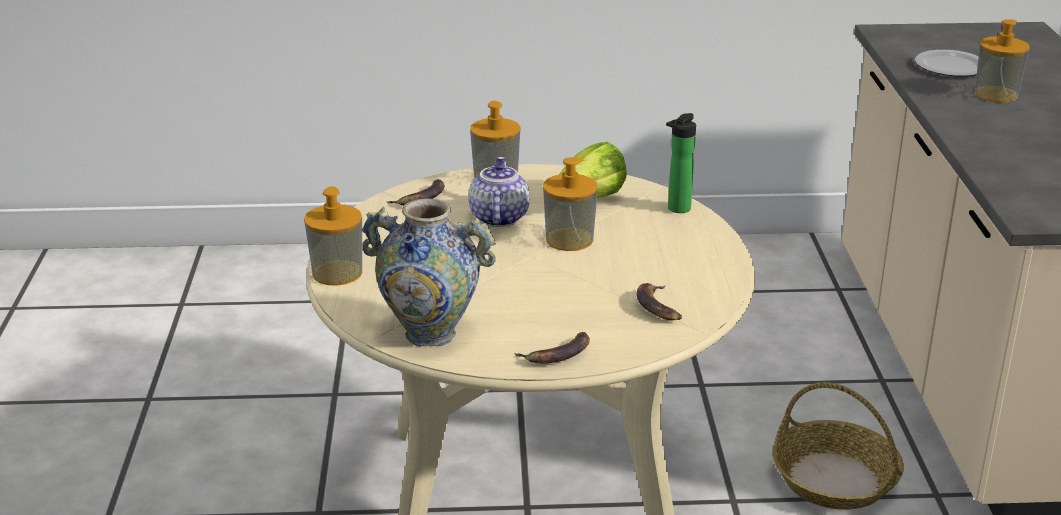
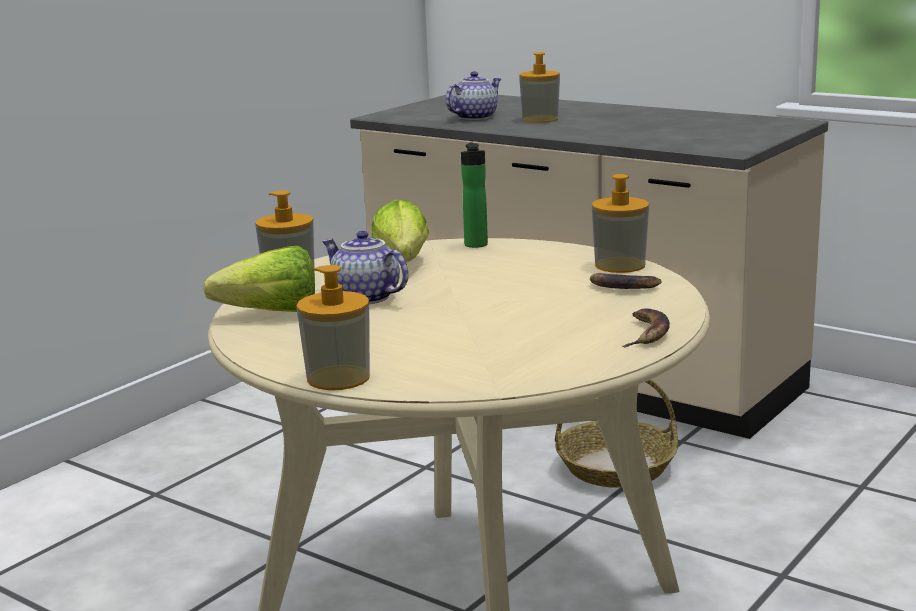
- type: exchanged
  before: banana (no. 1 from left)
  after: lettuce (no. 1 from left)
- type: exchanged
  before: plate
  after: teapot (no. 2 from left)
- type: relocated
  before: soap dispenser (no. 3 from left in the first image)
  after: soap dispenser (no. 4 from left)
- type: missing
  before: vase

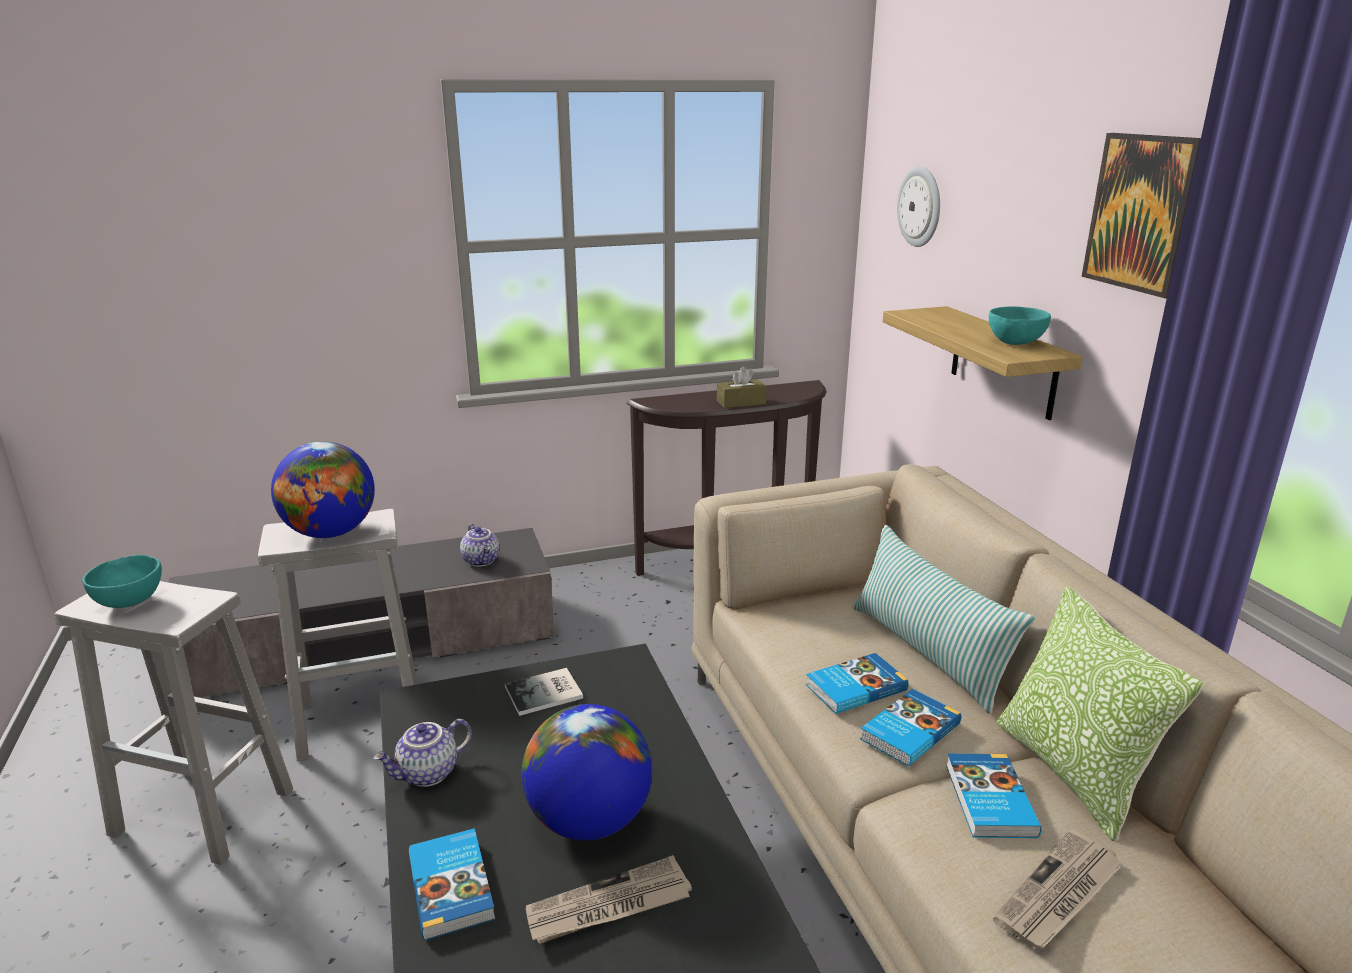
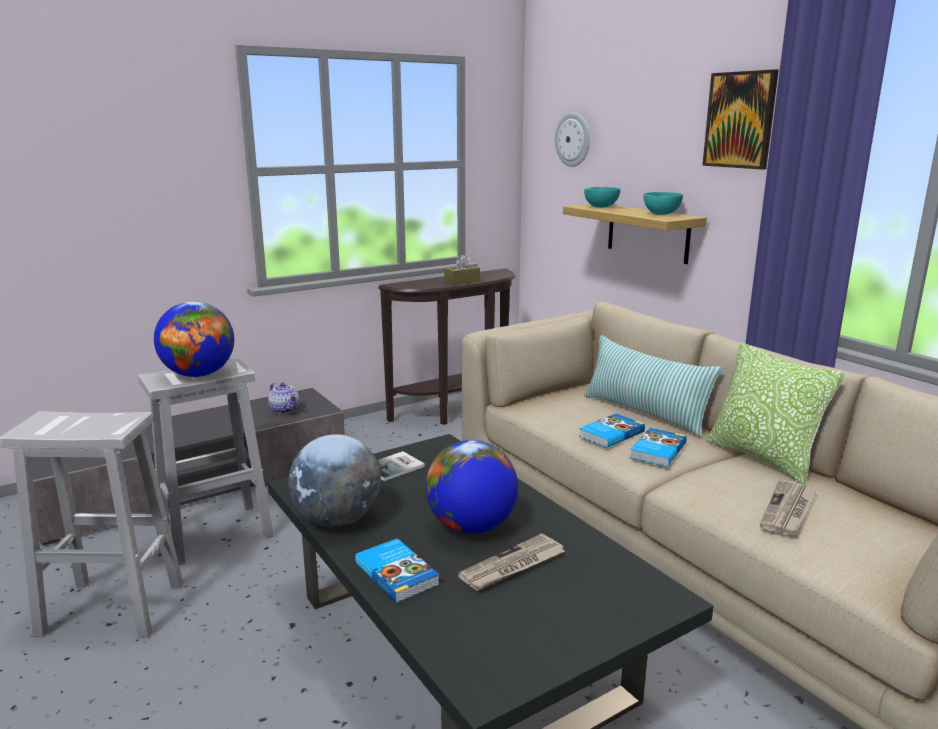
- type: exchanged
  before: teapot (no. 1 from left)
  after: globe (no. 2 from left)
- type: relocated
  before: bowl in turquoise (no. 1 from left)
- type: missing
  before: book (no. 5 from left)

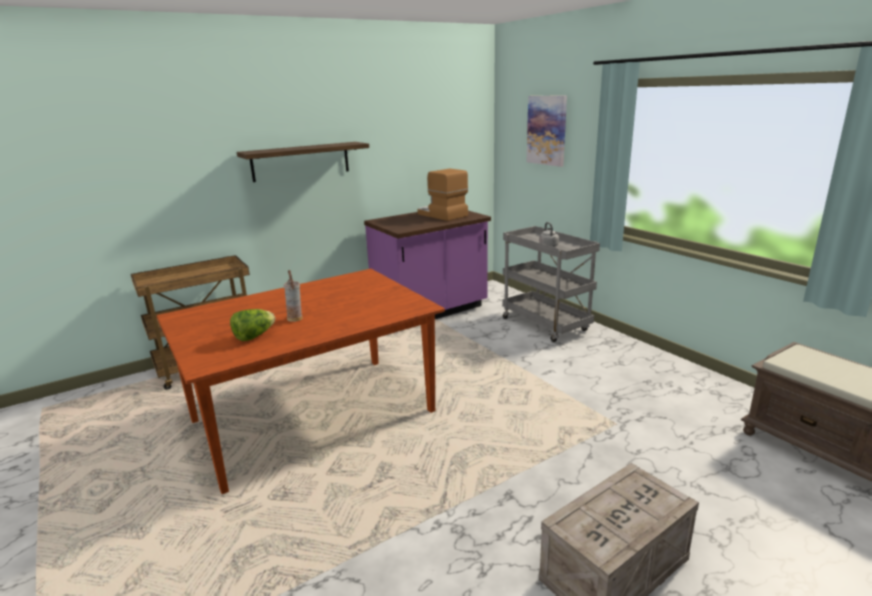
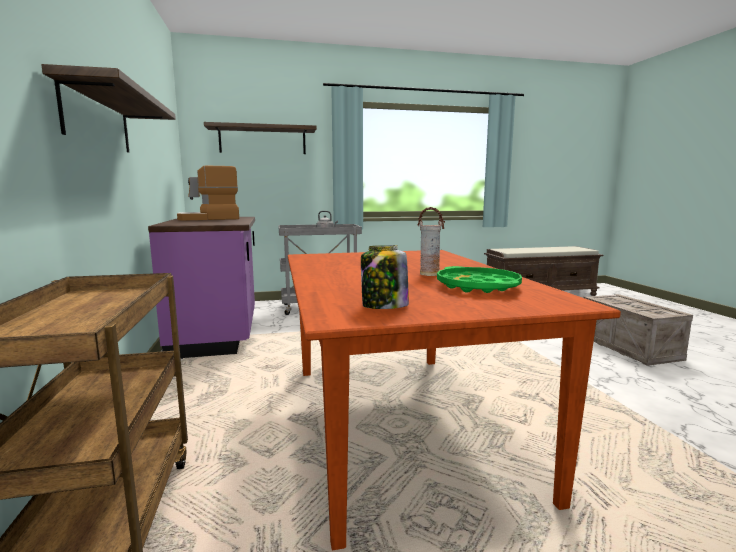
- type: exchanged
  before: picture
  after: shelf (no. 2 from left)
- type: appeared
  after: jar
- type: exchanged
  before: lettuce
  after: tray in green

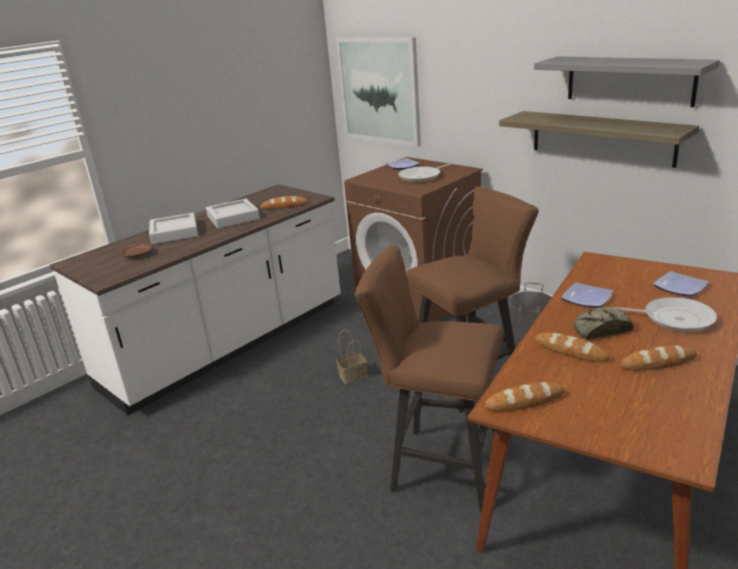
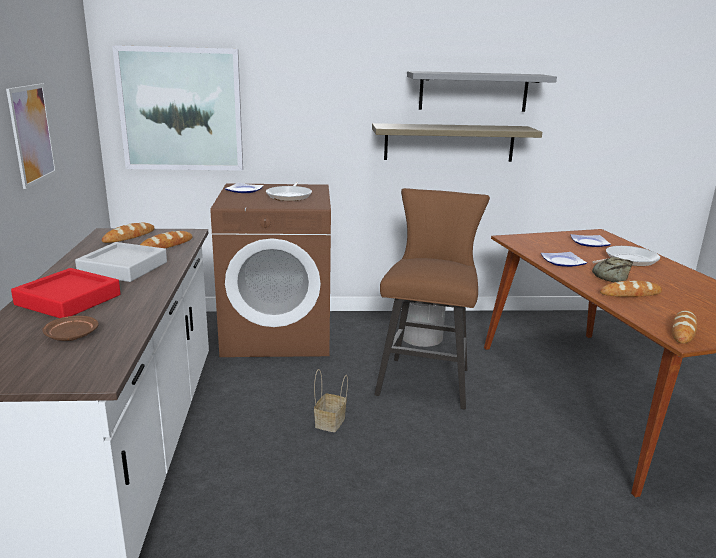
- type: appeared
  after: picture (no. 1 from left)
- type: colour
  before: tray in grey (no. 1 from left)
  after: tray in red
- type: relocated
  before: bread (no. 5 from left in the first image)
  after: bread (no. 1 from left)
- type: missing
  before: stool in brown (no. 1 from left)

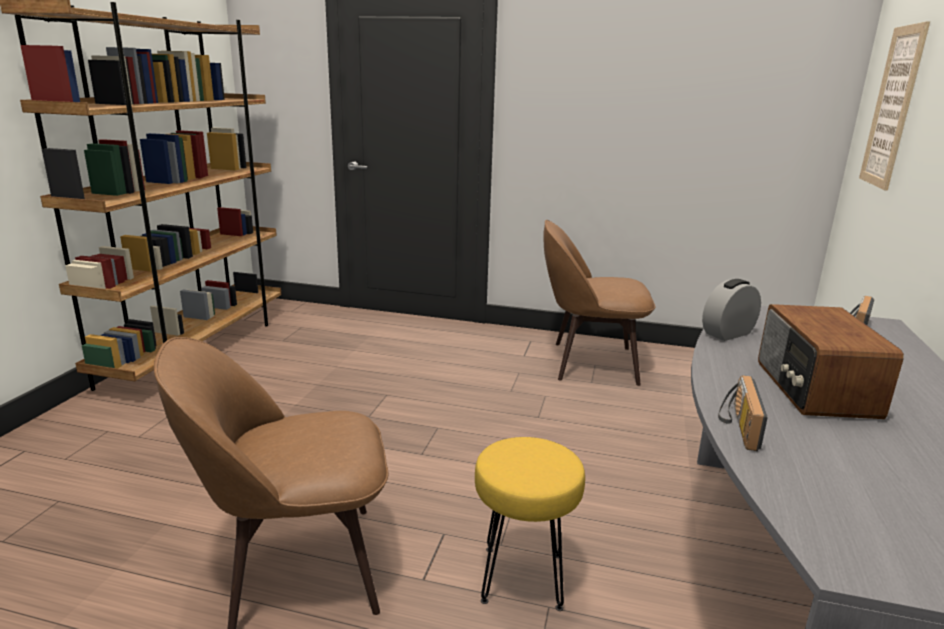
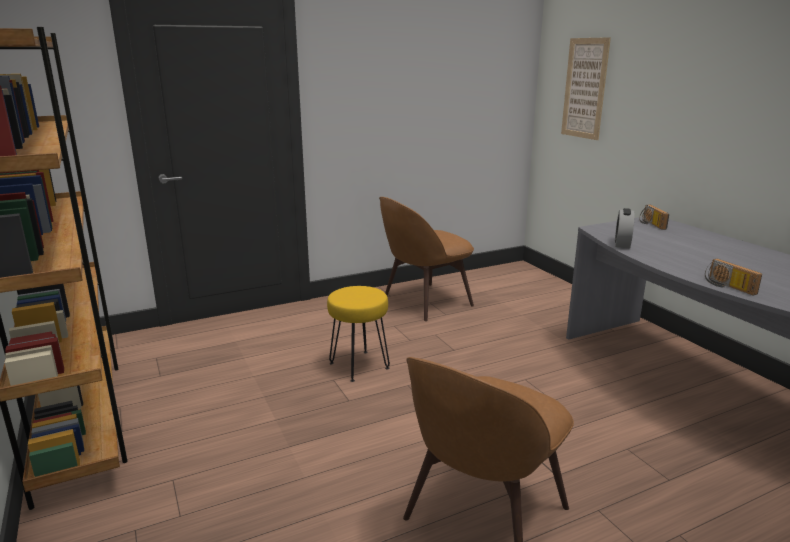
- type: relocated
  before: stool in yellow
- type: missing
  before: radio (no. 2 from left)

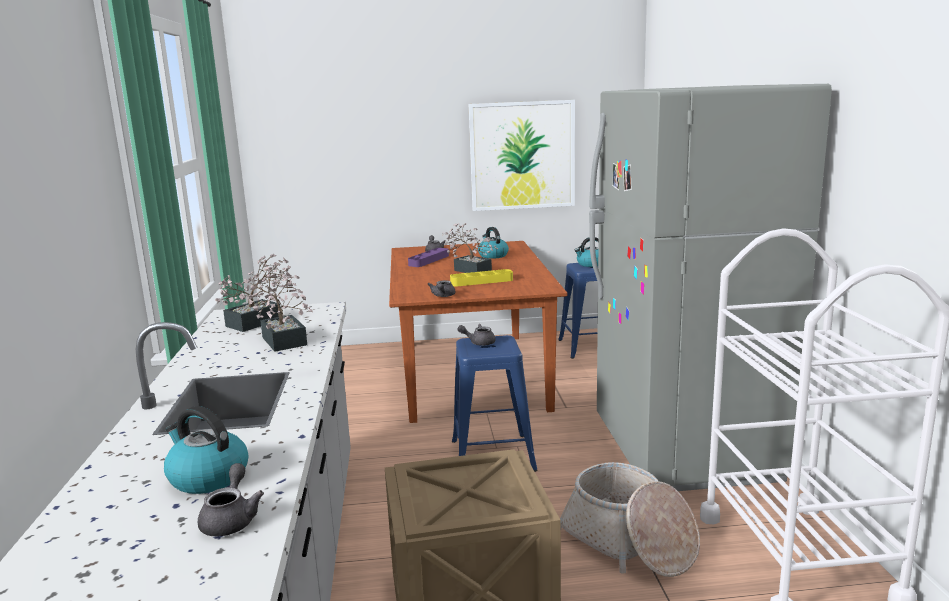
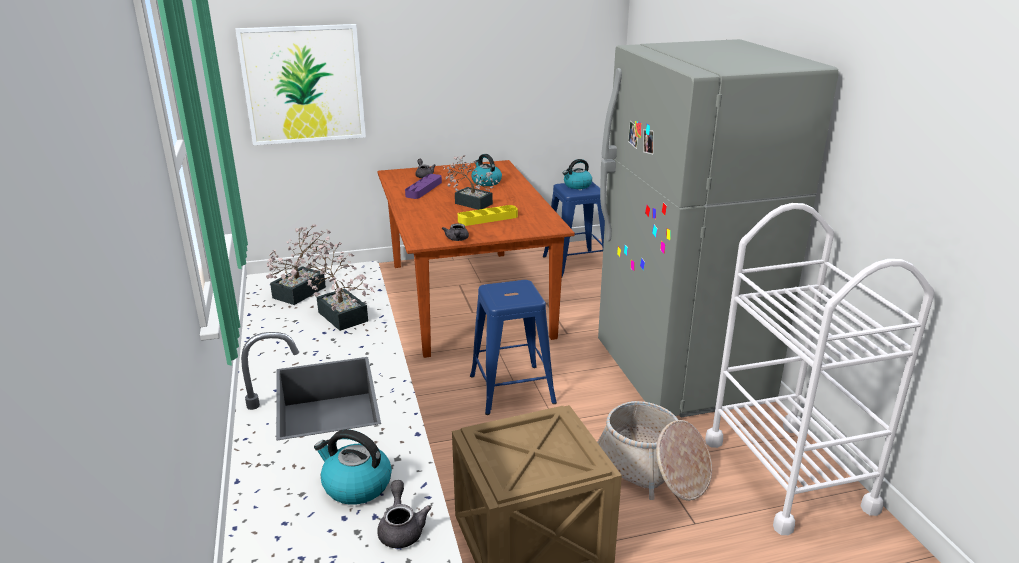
- type: relocated
  before: picture
- type: missing
  before: teapot in grey (no. 4 from left)

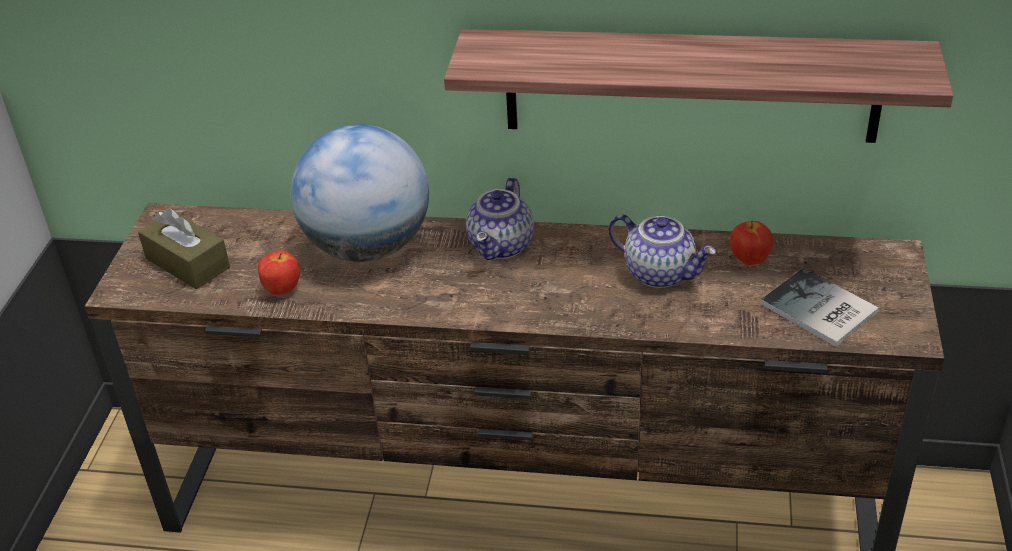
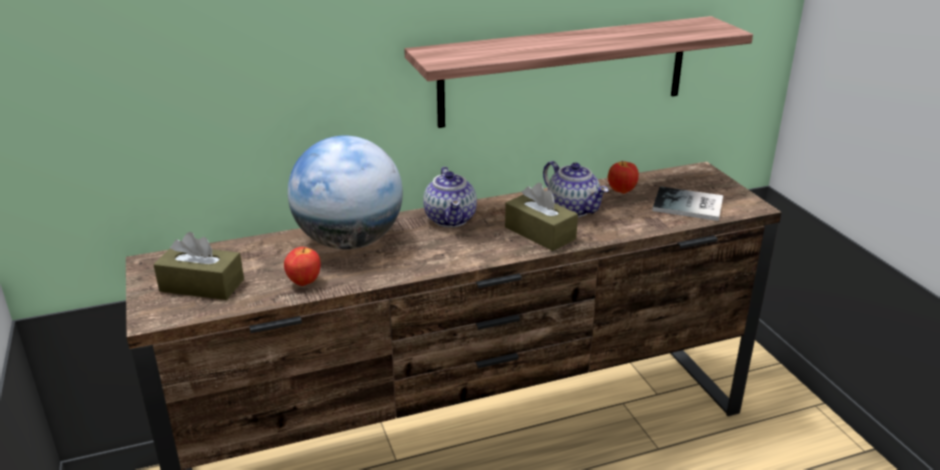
- type: appeared
  after: tissue box in brown (no. 2 from left)
- type: spun
  before: teapot (no. 2 from left)
  turn: 45

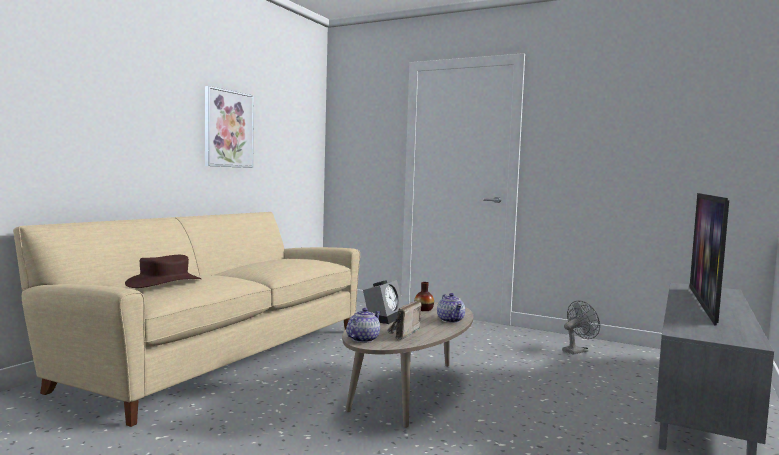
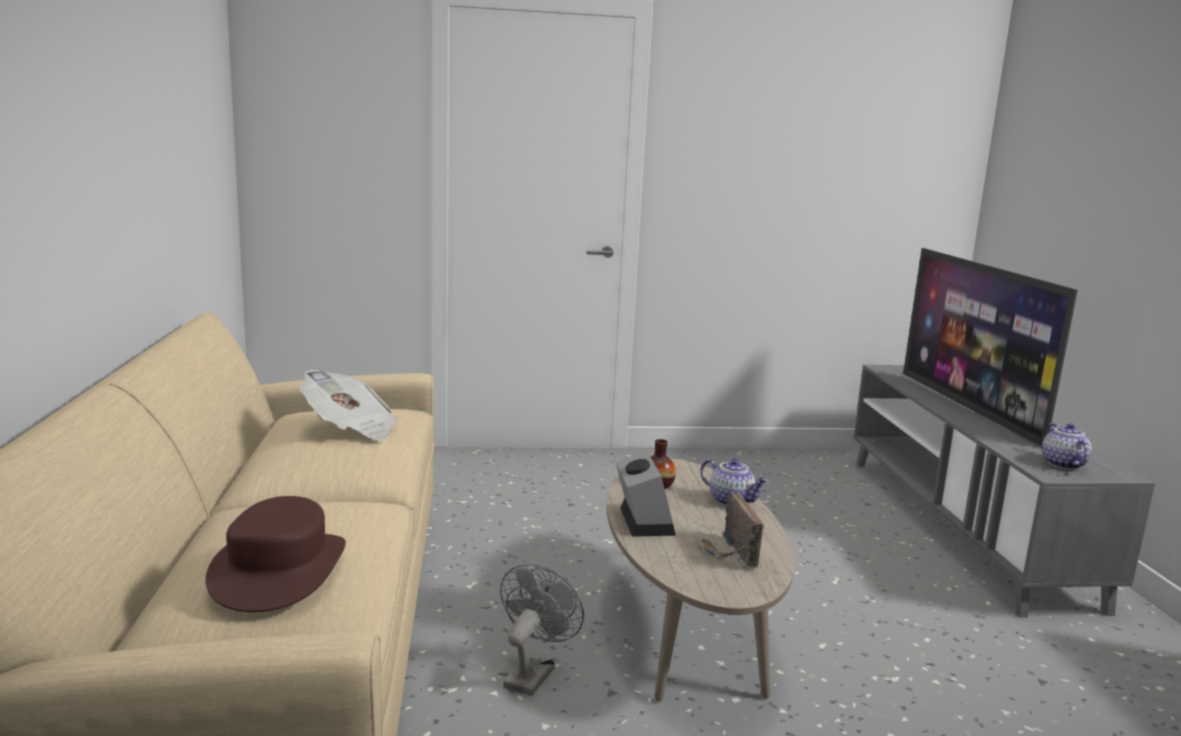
- type: appeared
  after: newspaper
- type: relocated
  before: fan in grey
- type: relocated
  before: teapot (no. 1 from left in the first image)
  after: teapot (no. 2 from left)
- type: missing
  before: picture

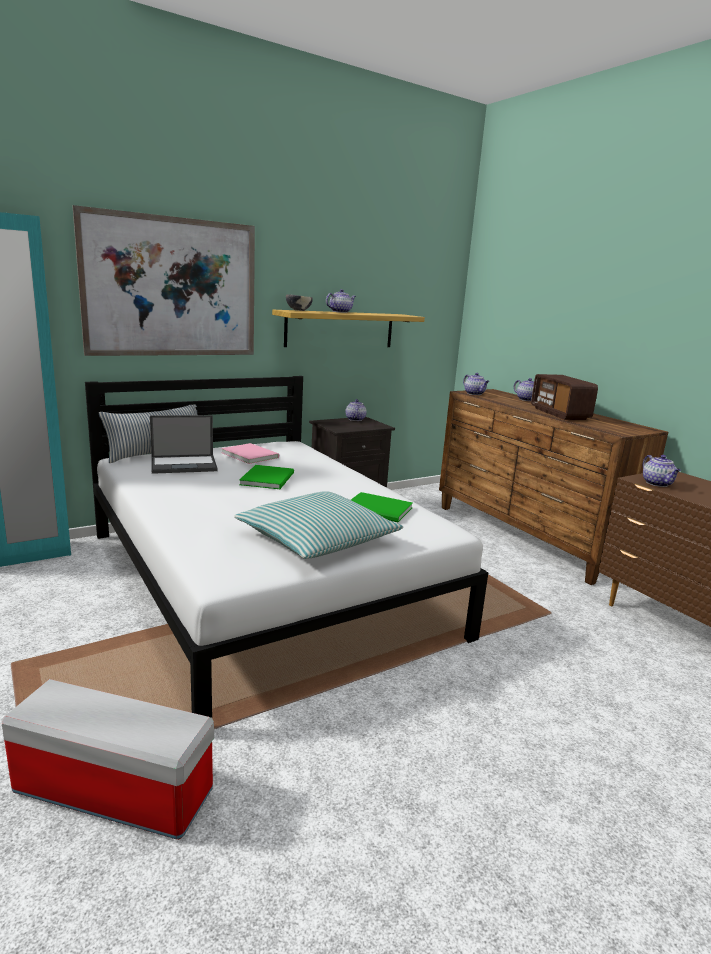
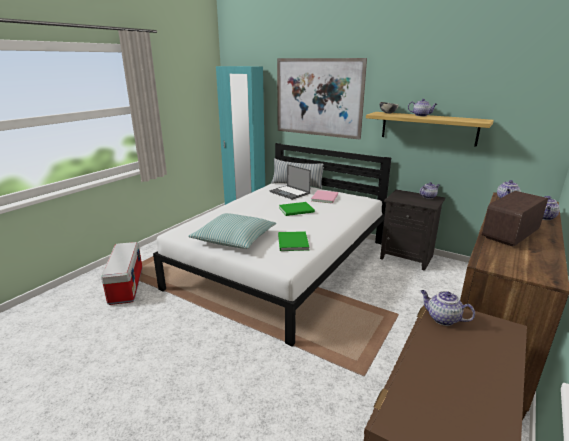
- type: spun
  before: teapot (no. 5 from left in the first image)
  turn: 75

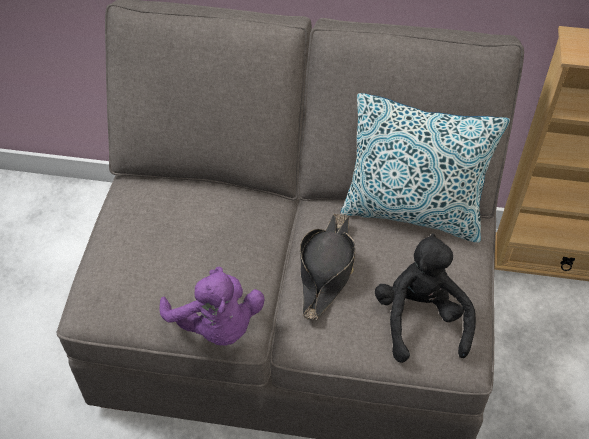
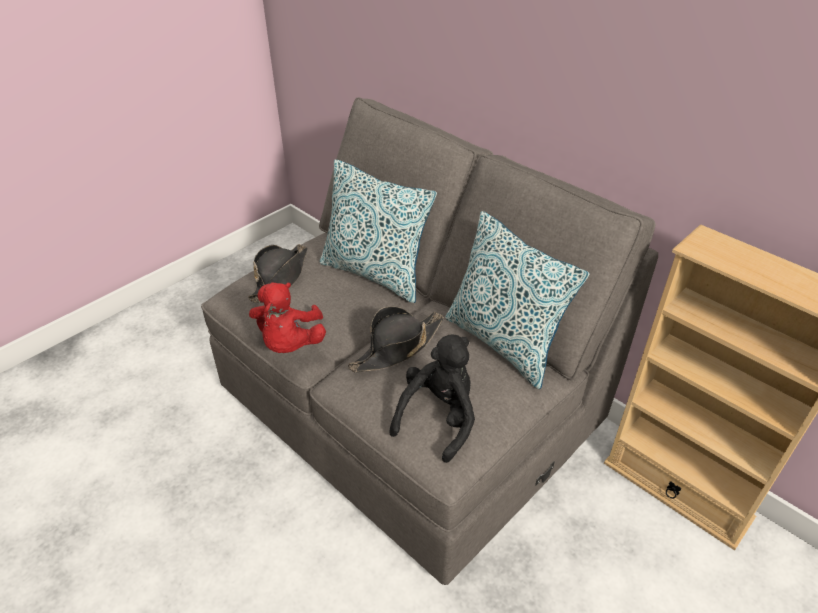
- type: appeared
  after: hat in black (no. 1 from left)
- type: colour
  before: plush toy in purple
  after: plush toy in red
- type: appeared
  after: pillow (no. 1 from left)

